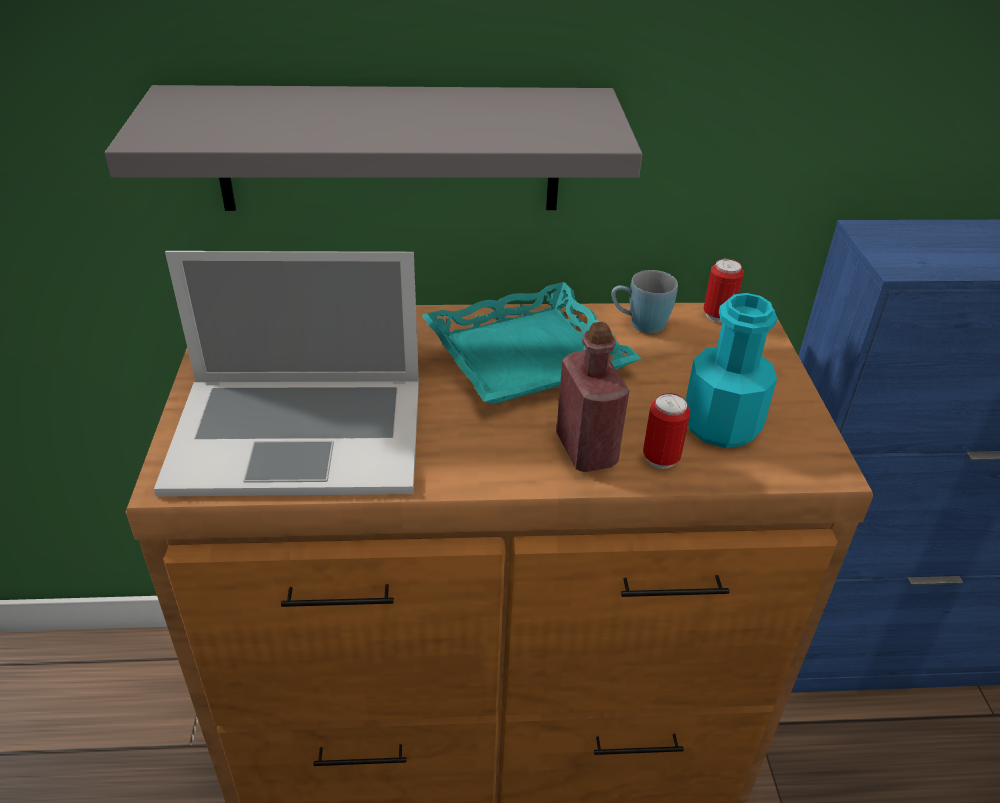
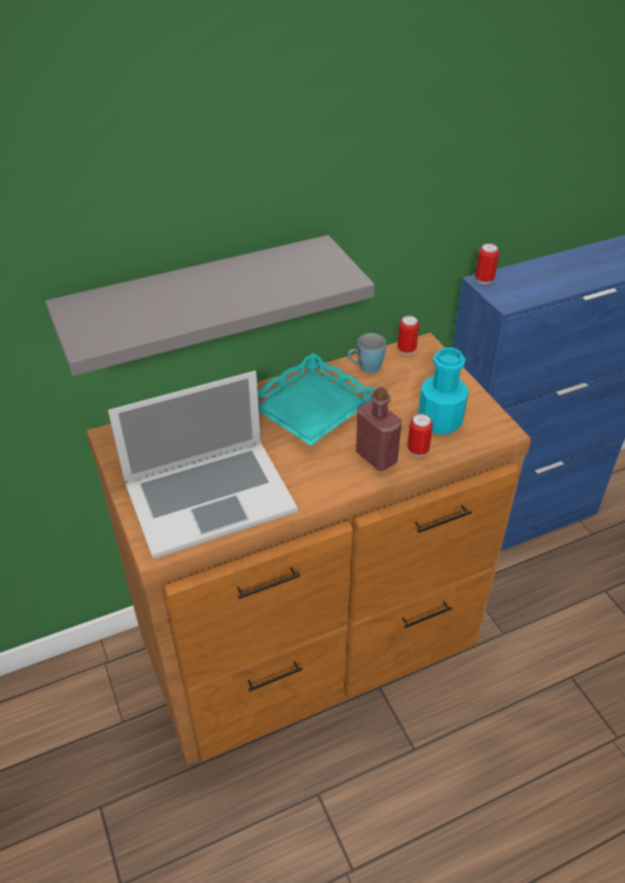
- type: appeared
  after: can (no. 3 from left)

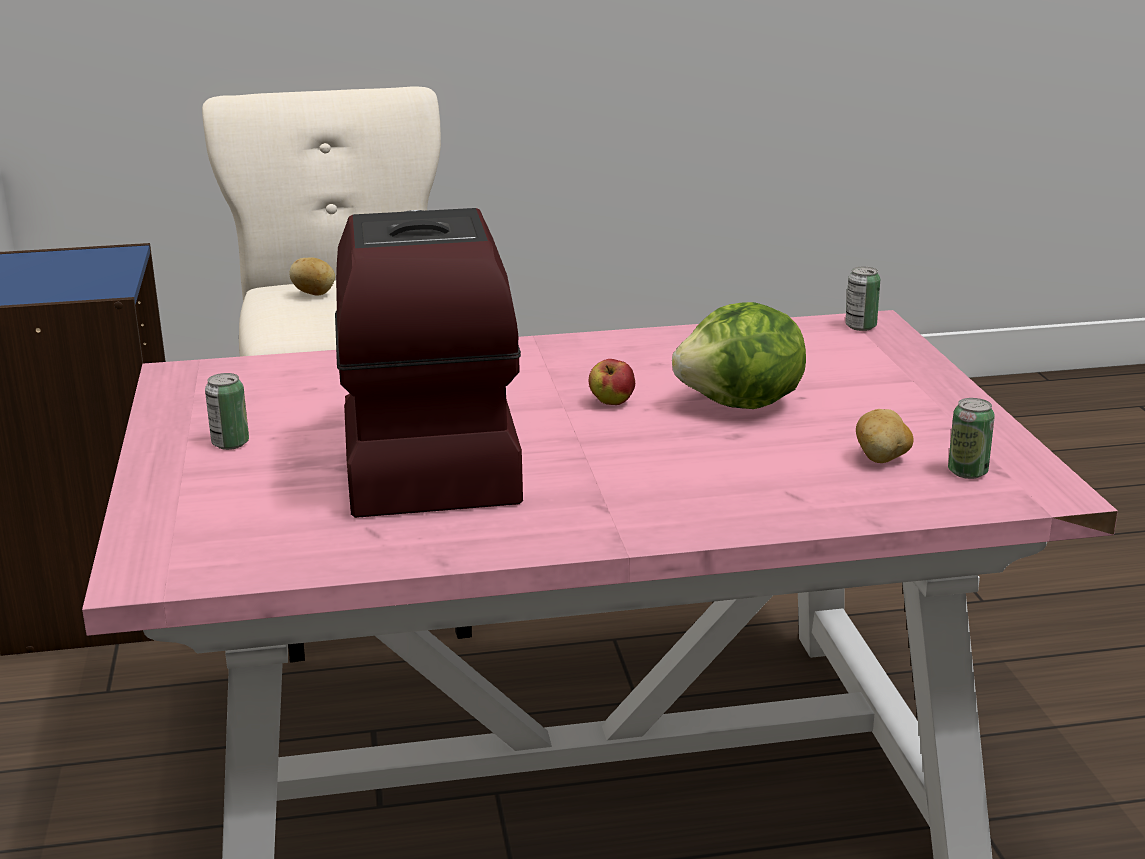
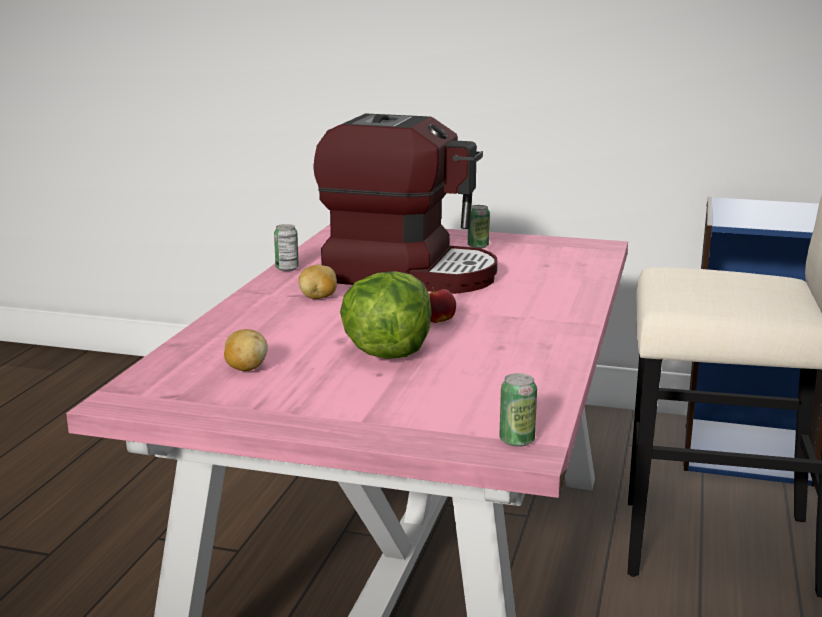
- type: relocated
  before: can (no. 3 from left in the first image)
  after: can (no. 1 from left)
- type: relocated
  before: potato (no. 1 from left in the first image)
  after: potato (no. 2 from left)

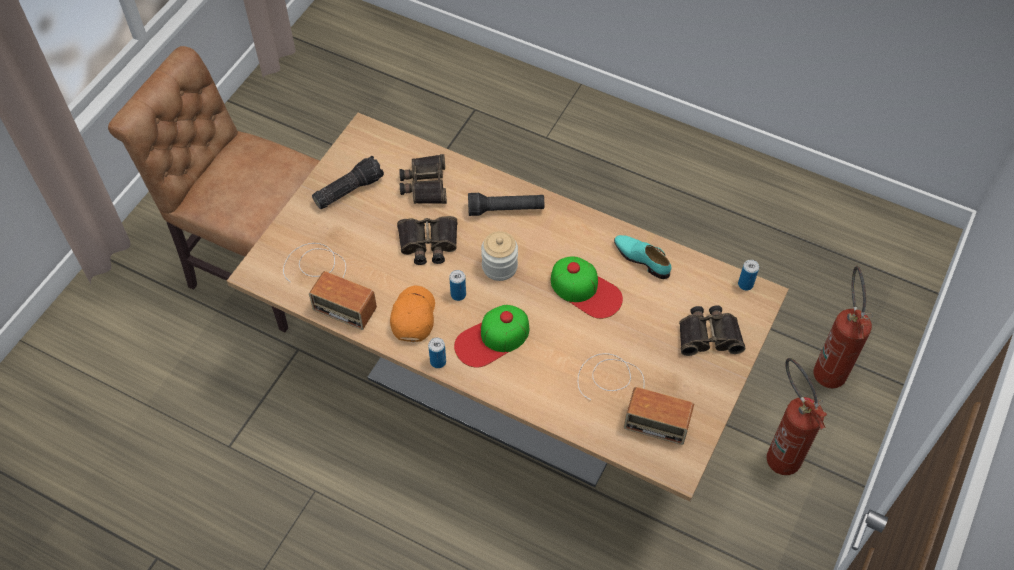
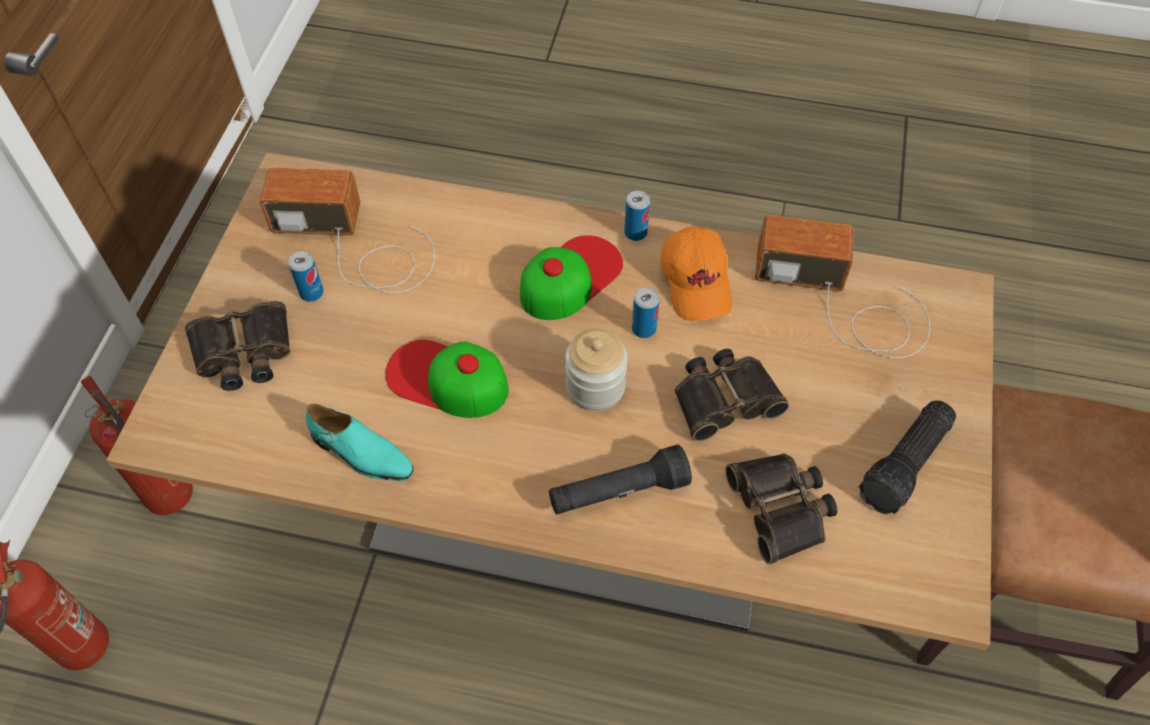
- type: relocated
  before: can (no. 3 from left in the first image)
  after: can (no. 1 from left)

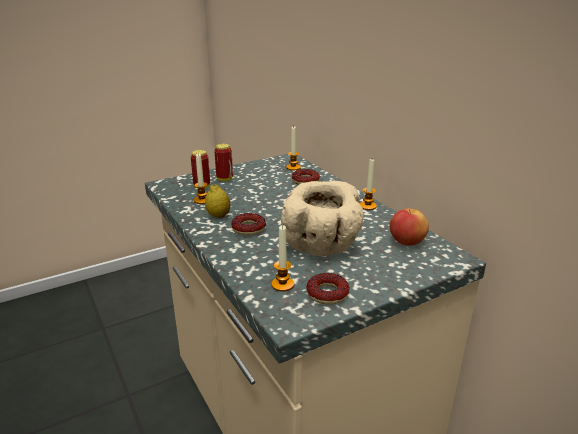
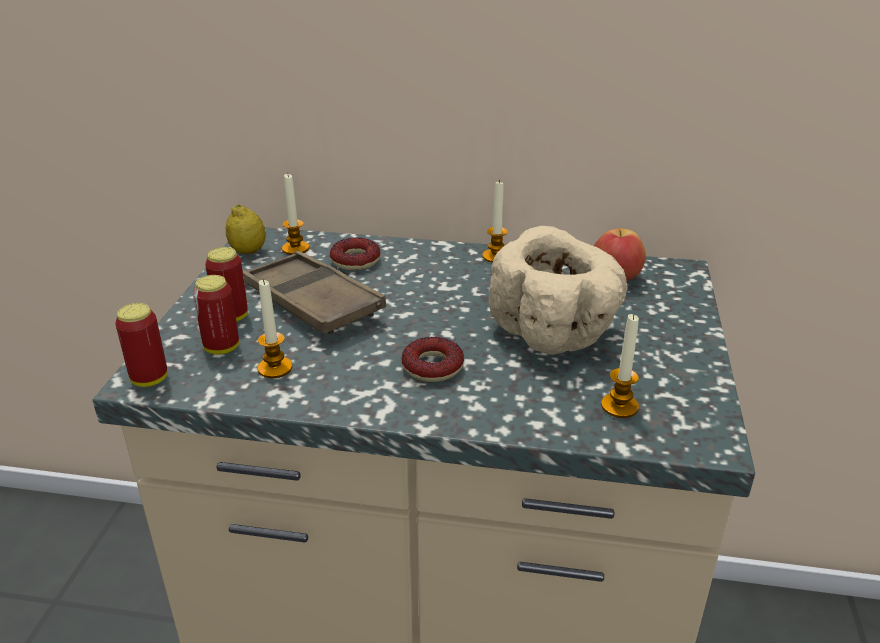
- type: appeared
  after: can (no. 1 from left)
- type: relocated
  before: lemon
- type: appeared
  after: tray in brown
- type: missing
  before: donut (no. 3 from left)

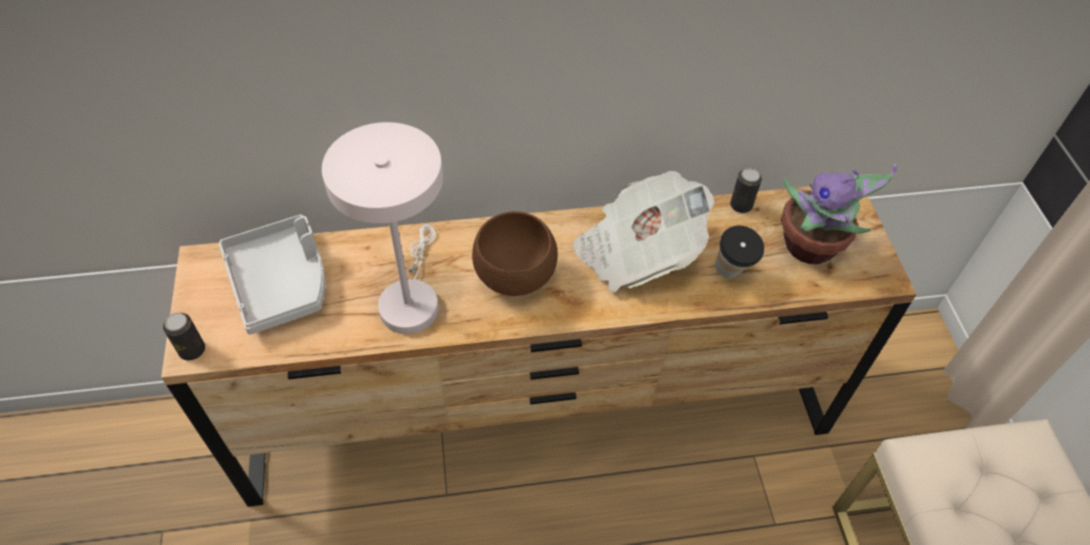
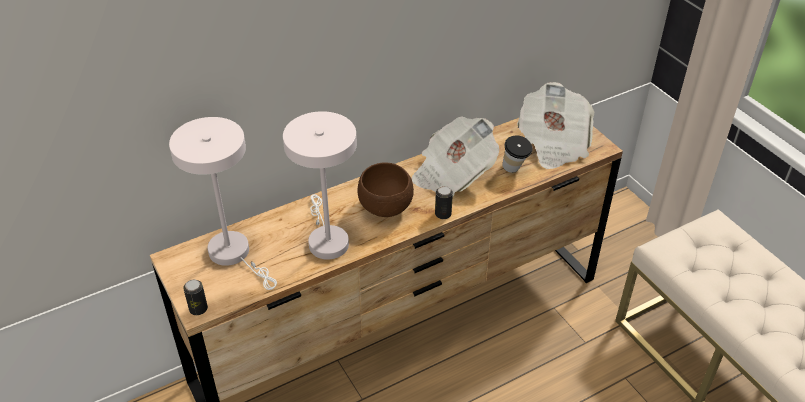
- type: exchanged
  before: tray in grey
  after: table lamp in white (no. 1 from left)
- type: relocated
  before: can (no. 2 from left)
- type: exchanged
  before: potted plant
  after: newspaper (no. 2 from left)

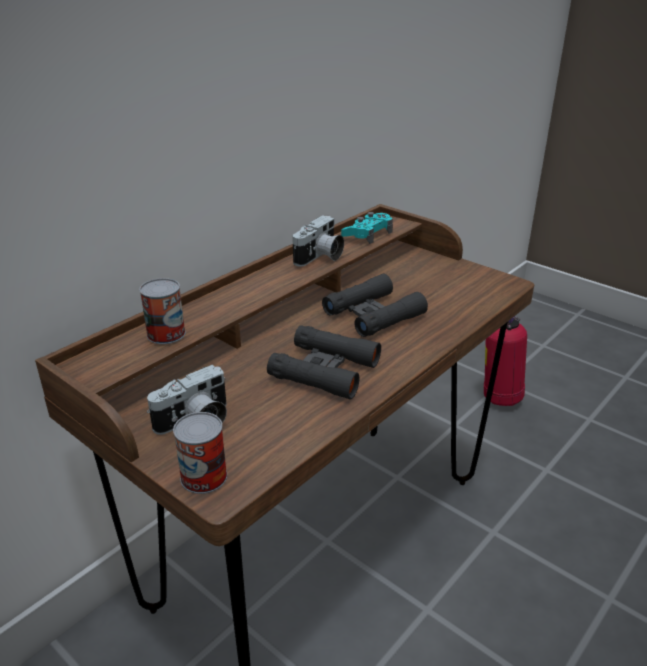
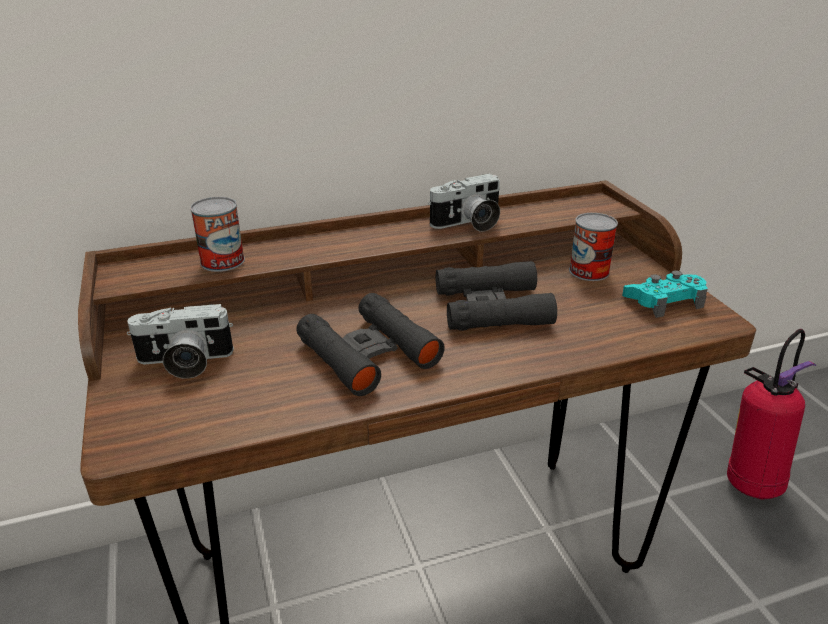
- type: relocated
  before: can (no. 2 from left)
- type: relocated
  before: game controller in turquoise

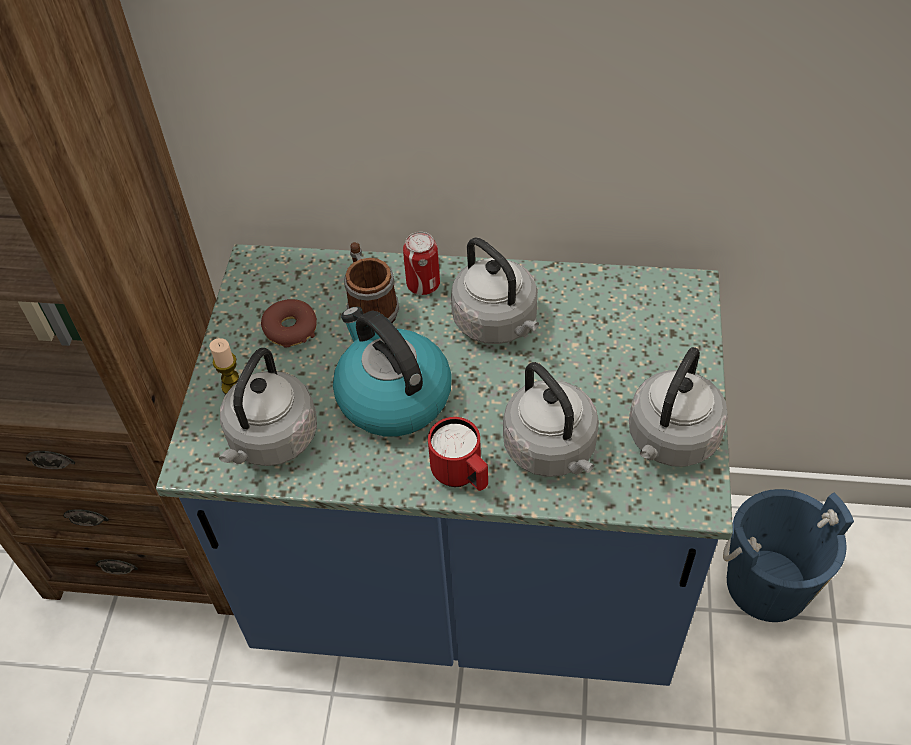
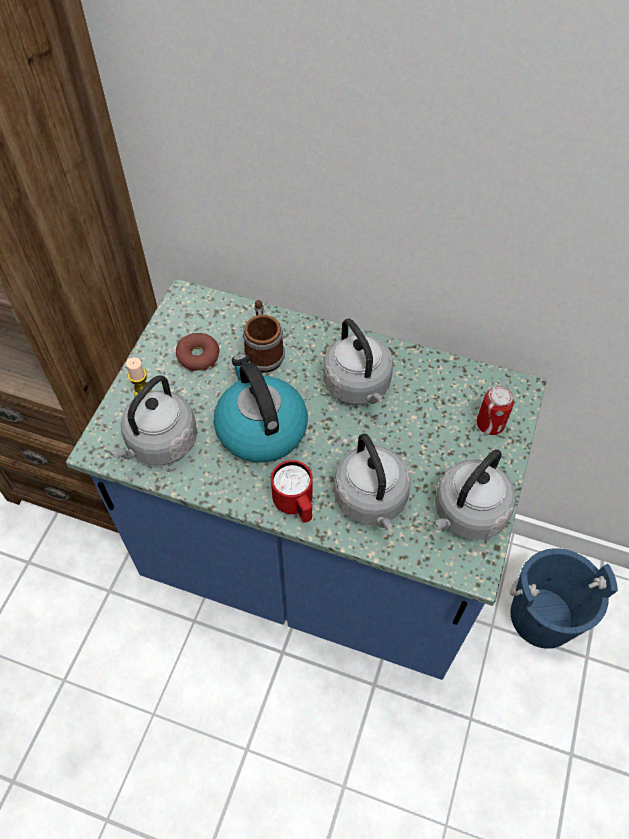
- type: relocated
  before: can

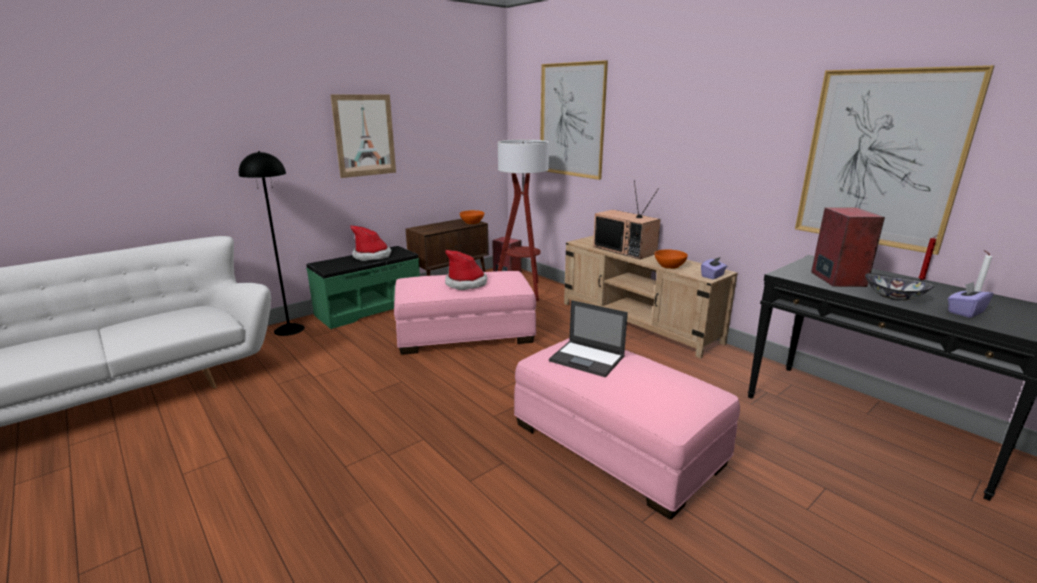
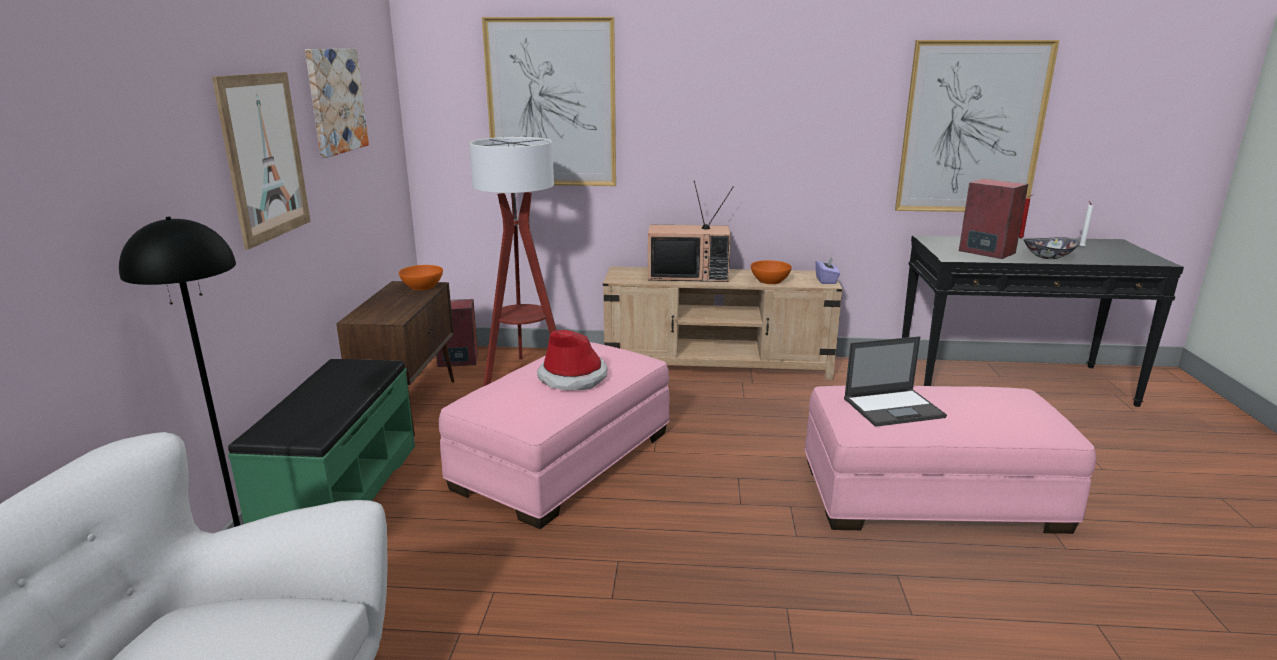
- type: appeared
  after: picture (no. 2 from left)
- type: missing
  before: hat (no. 1 from left)
- type: missing
  before: tissue box in purple (no. 2 from left)

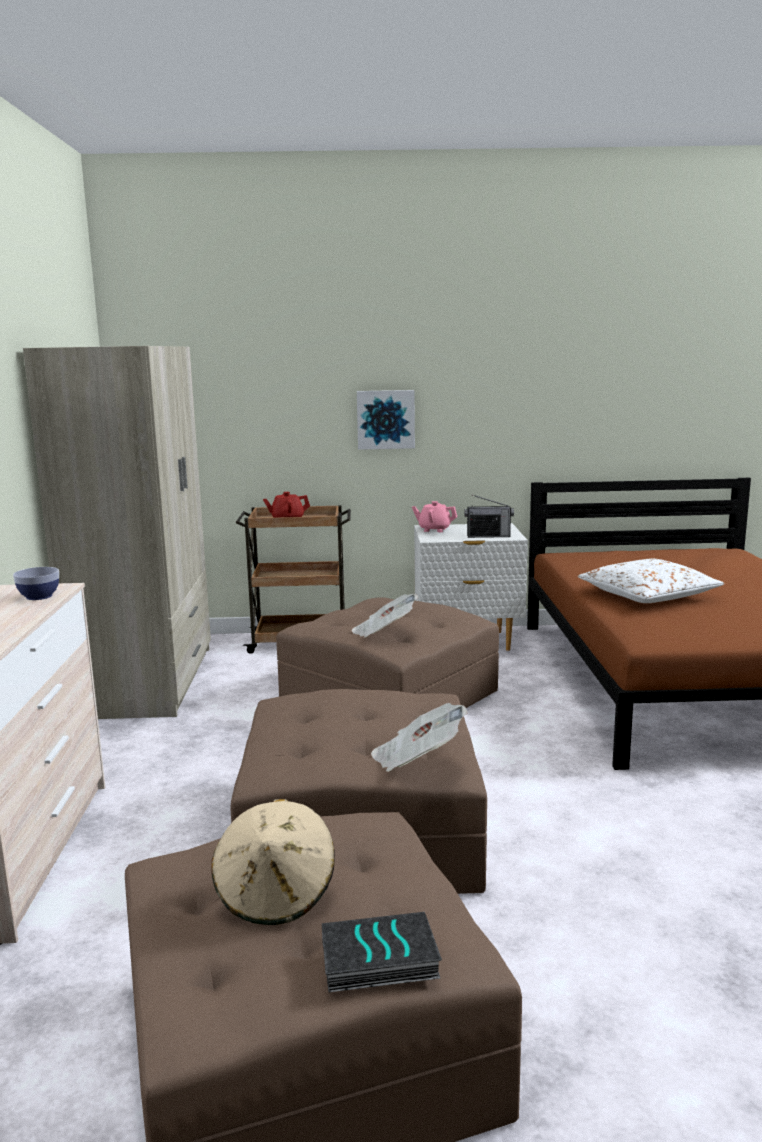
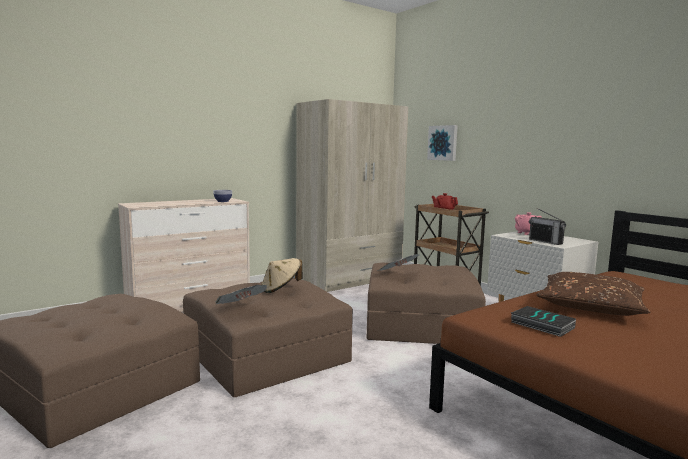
- type: relocated
  before: hat in beige
- type: relocated
  before: picture
- type: relocated
  before: book
- type: colour
  before: pillow in white
  after: pillow in brown

